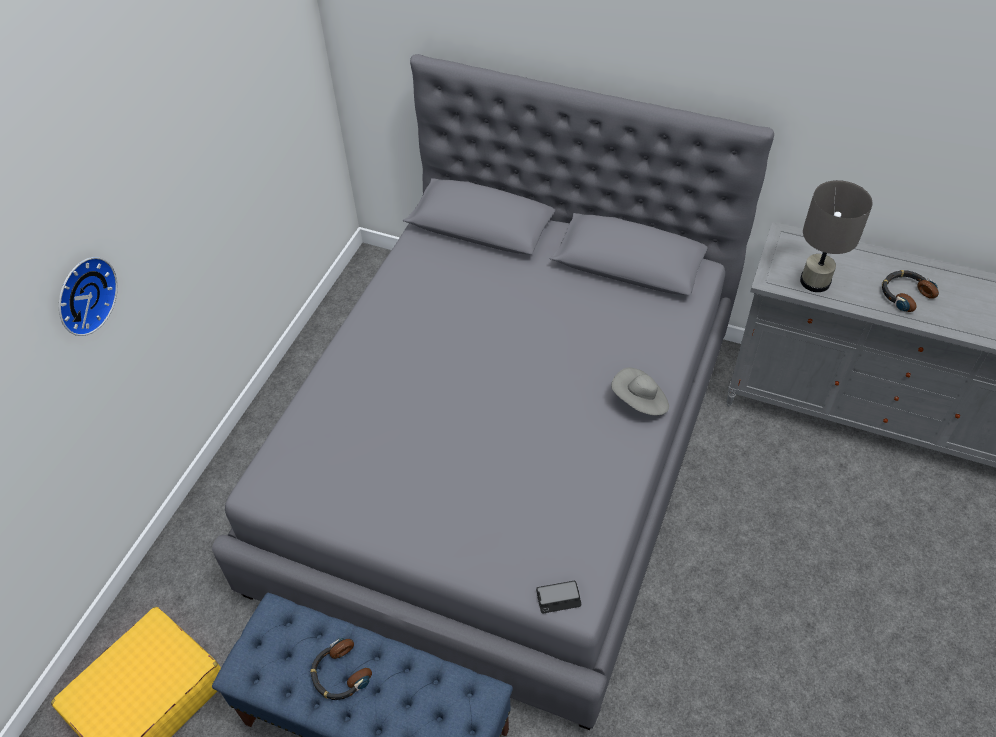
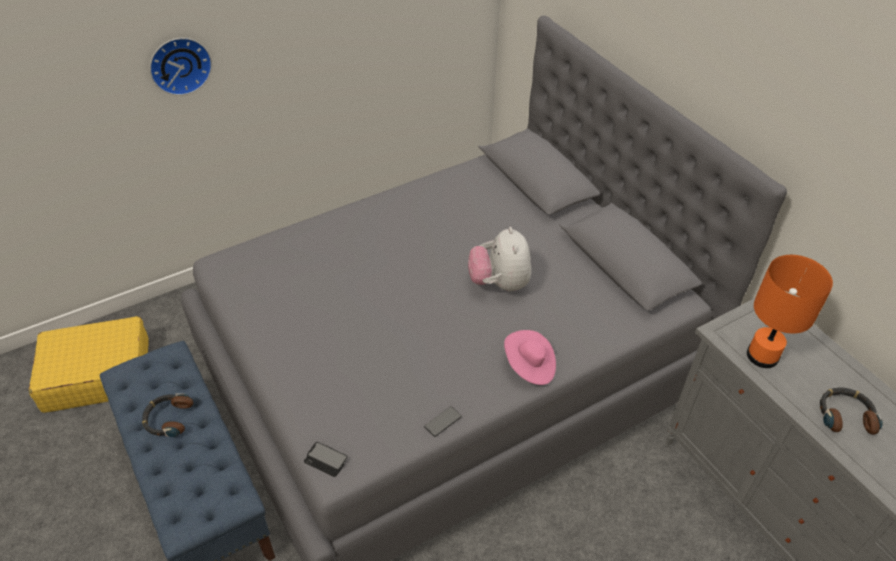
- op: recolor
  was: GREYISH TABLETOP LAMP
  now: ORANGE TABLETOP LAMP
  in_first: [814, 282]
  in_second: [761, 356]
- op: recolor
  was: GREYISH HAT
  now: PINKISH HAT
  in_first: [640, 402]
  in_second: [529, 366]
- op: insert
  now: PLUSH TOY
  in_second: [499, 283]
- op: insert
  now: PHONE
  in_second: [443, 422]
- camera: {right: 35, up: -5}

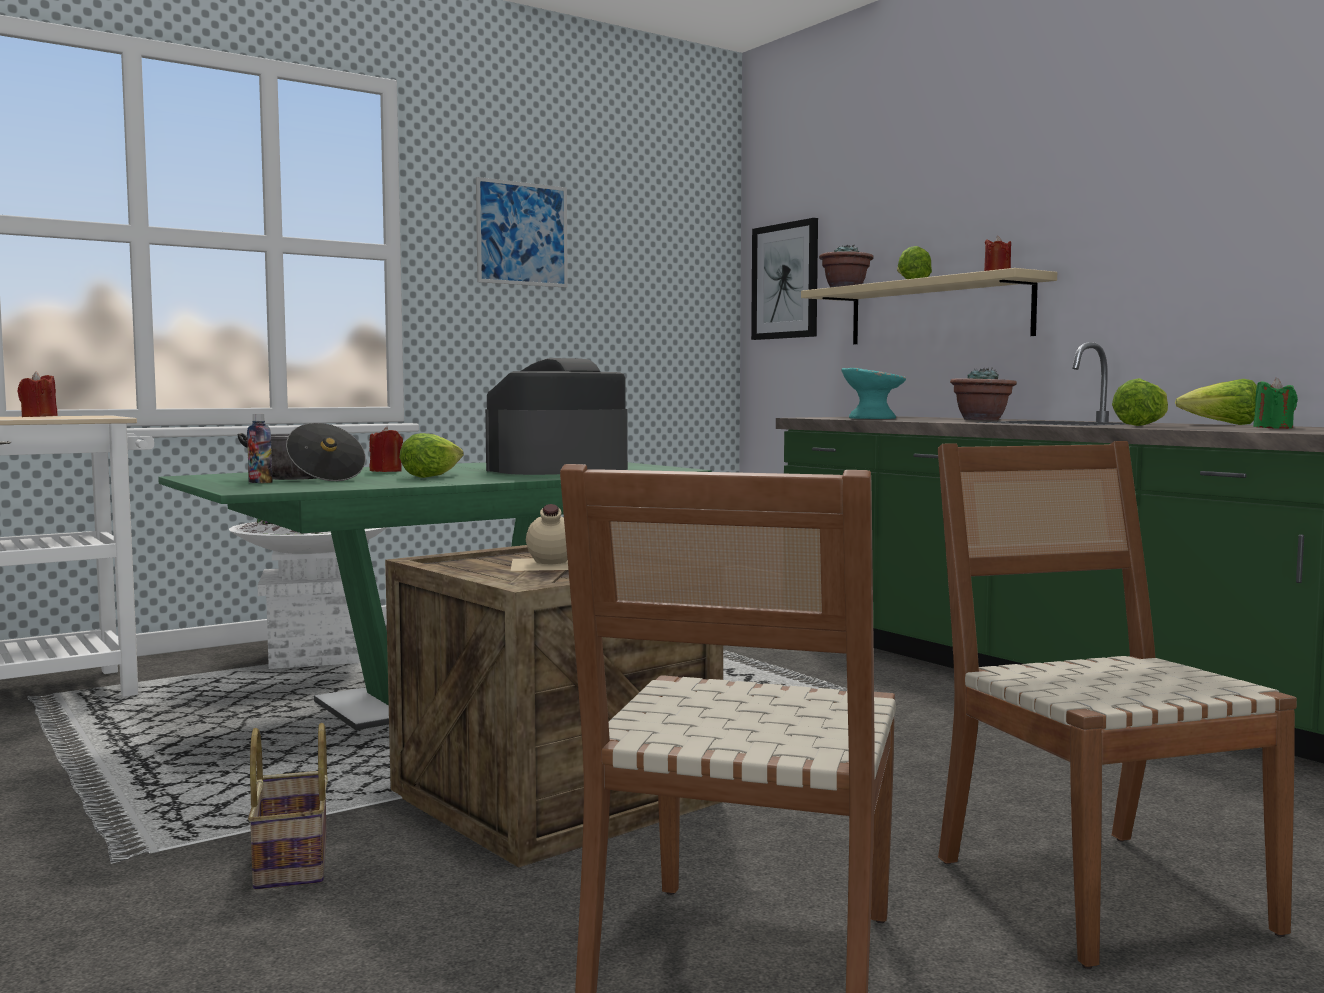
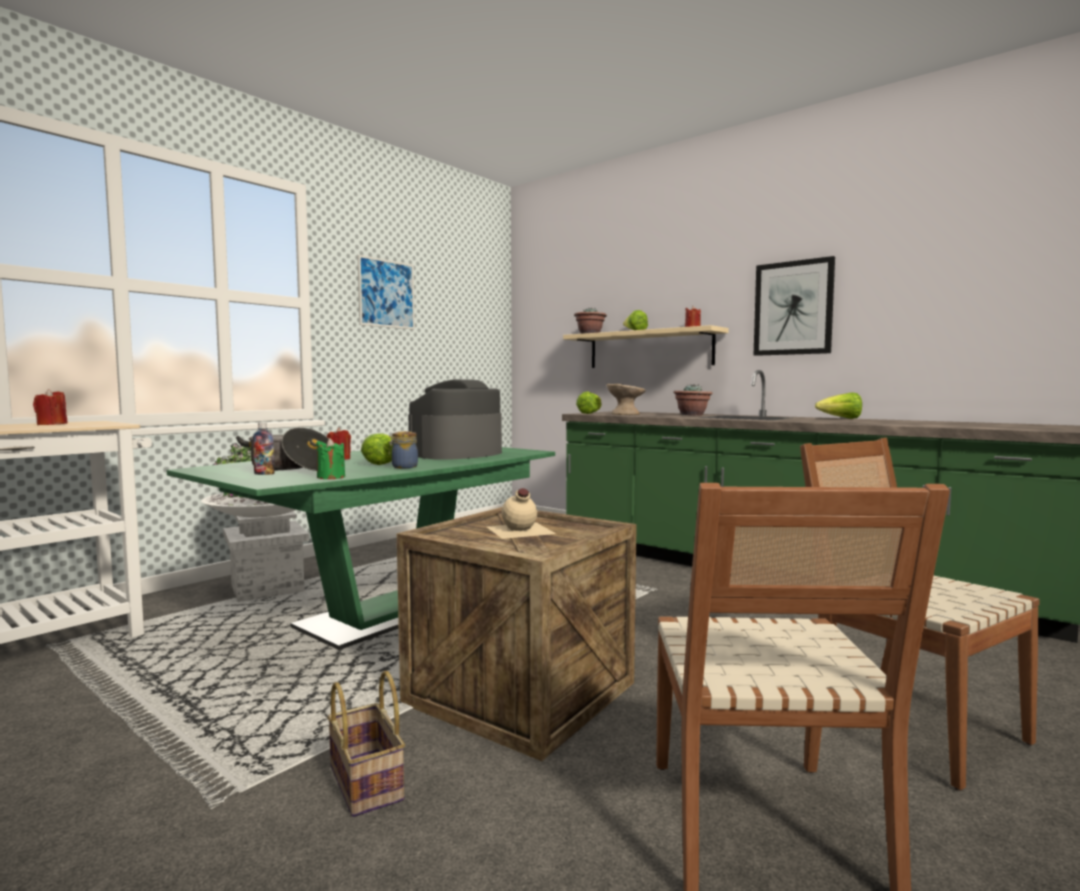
- op: move
  was: PICTURE
  in_first: [785, 281]
  in_second: [793, 308]
- op: recolor
  was: TURQUOISE SERVING BOWL
  now: SAND-COLOURED SERVING BOWL
  in_first: [872, 418]
  in_second: [625, 414]
- op: move
  was: LETTUCE HEAD
  in_first: [1142, 425]
  in_second: [590, 413]
- op: move
  was: GREEN-COLOURED WAX LIGHT
  in_first: [1273, 428]
  in_second: [331, 477]
- op: insert
  now: JAR
  in_second: [403, 467]
- camera: {right: -15, up: 0}

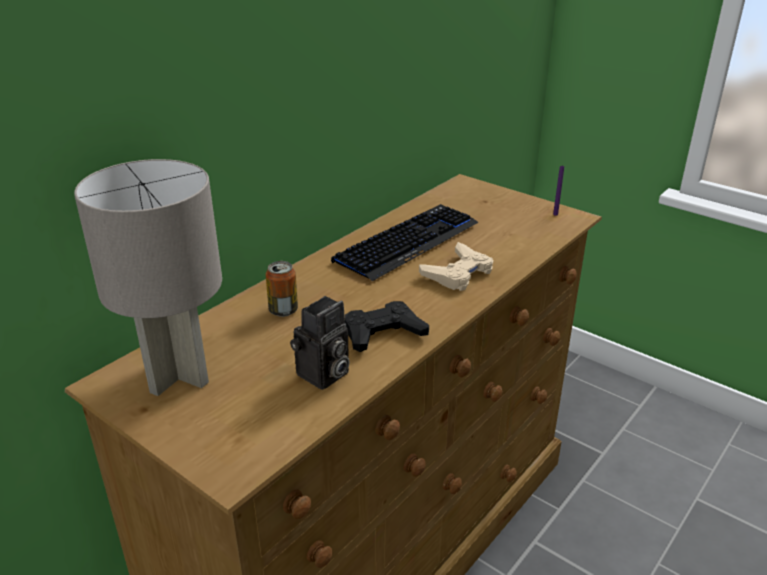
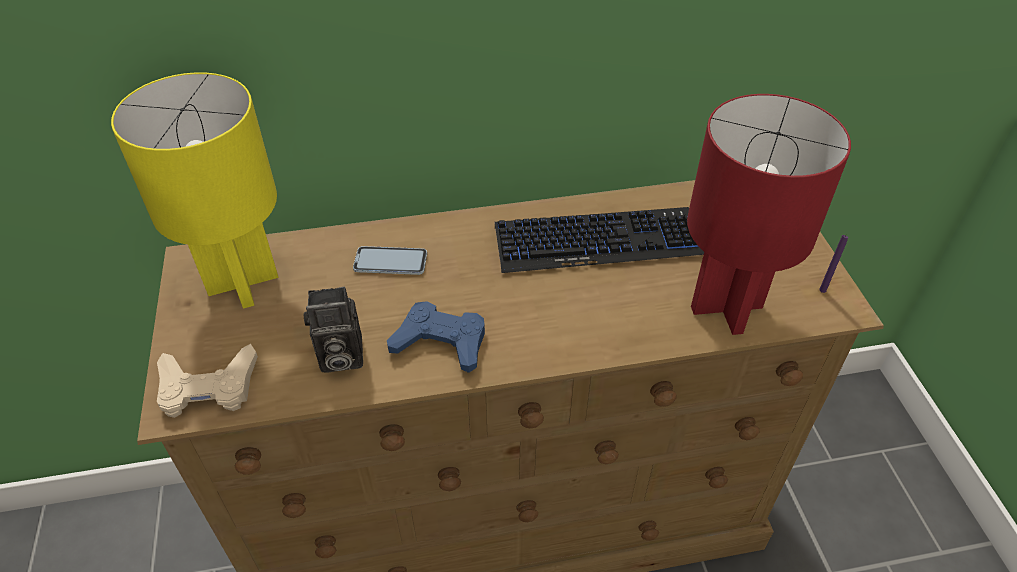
- op: recolor
  was: GREYISH TABLETOP LAMP
  now: YELLOW TABLETOP LAMP
  in_first: [176, 375]
  in_second: [241, 283]
- op: move
  was: SAND-COLOURED GAMEPAD
  in_first: [458, 273]
  in_second: [207, 387]
- op: replace
  was: CAN
  now: PHONE
  in_first: [283, 310]
  in_second: [390, 262]
- op: recolor
  was: BLACKISH GAMEPAD
  now: BLUISH GAMEPAD
  in_first: [383, 333]
  in_second: [441, 342]
- op: insert
  now: RED TABLETOP LAMP
  in_second: [725, 308]
- camera: {right: 40, up: 15}

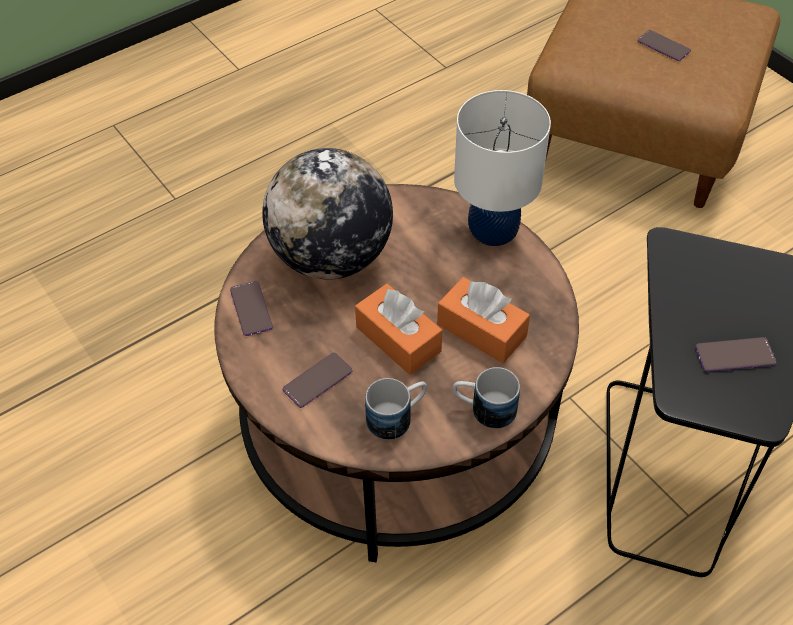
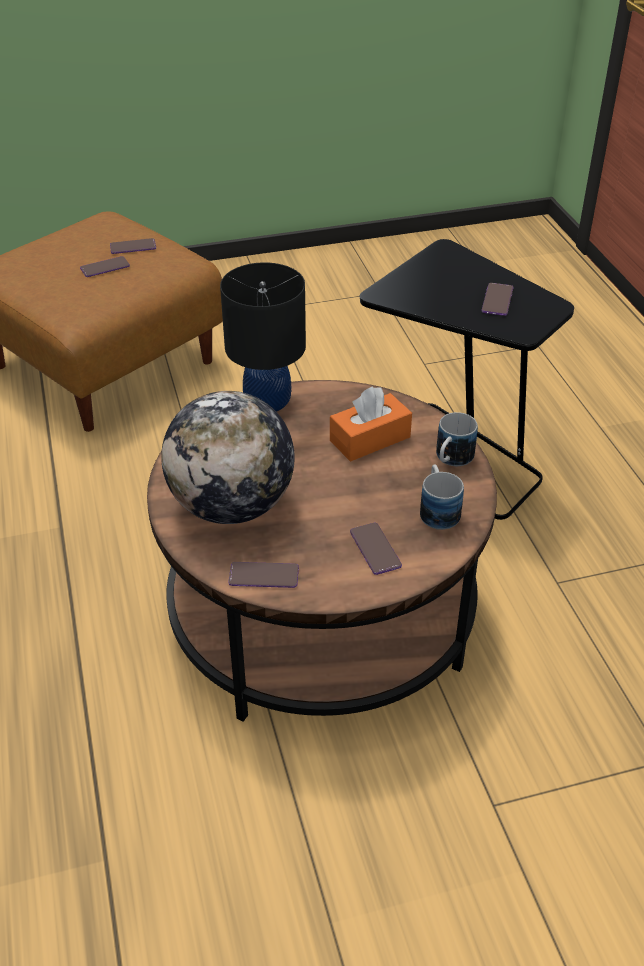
- op: recolor
  was: WHITE TABLETOP LAMP
  now: BLACKISH TABLETOP LAMP
  in_first: [493, 235]
  in_second: [270, 404]
- op: delete
  was: ORANGE BOX OF TISSUES
  in_first: [398, 339]
- op: insert
  now: PHONE
  in_second: [133, 247]
- camera: {right: -70, up: -10}

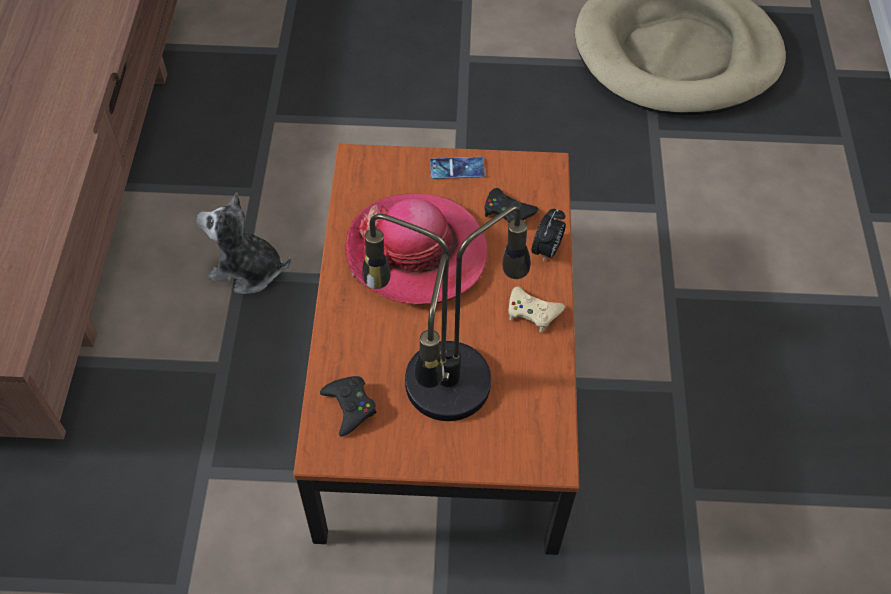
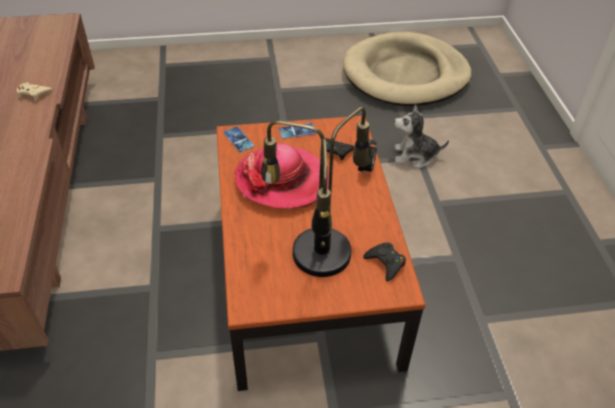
- op: move
  was: PLUSH TOY
  in_first: [247, 270]
  in_second: [415, 156]
- op: move
  was: SAND-COLOURED GAMEPAD
  in_first: [532, 312]
  in_second: [33, 93]
- op: move
  was: BLACKISH GAMEPAD
  in_first: [350, 406]
  in_second: [385, 263]
- op: insert
  now: PHONE
  in_second: [238, 139]
- camera: {right: -10, up: -10}

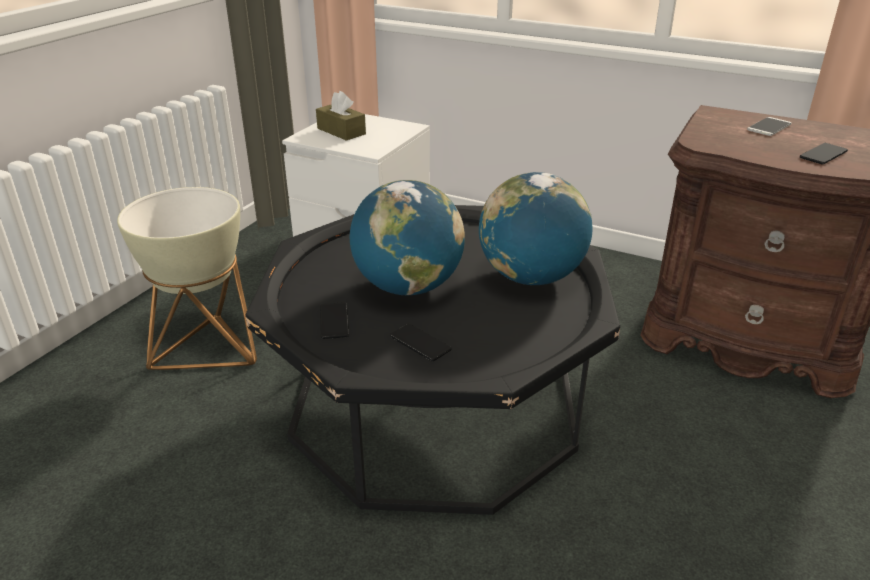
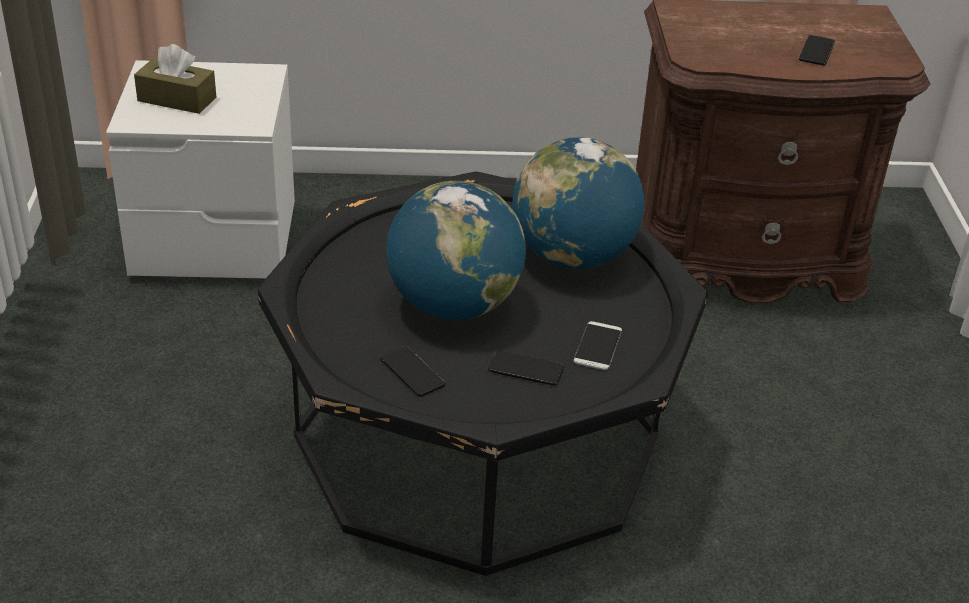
- op: move
  was: PHONE
  in_first: [769, 127]
  in_second: [598, 346]
- op: delete
  was: PLANTER
  in_first: [208, 348]
- camera: {right: -30, up: 5}

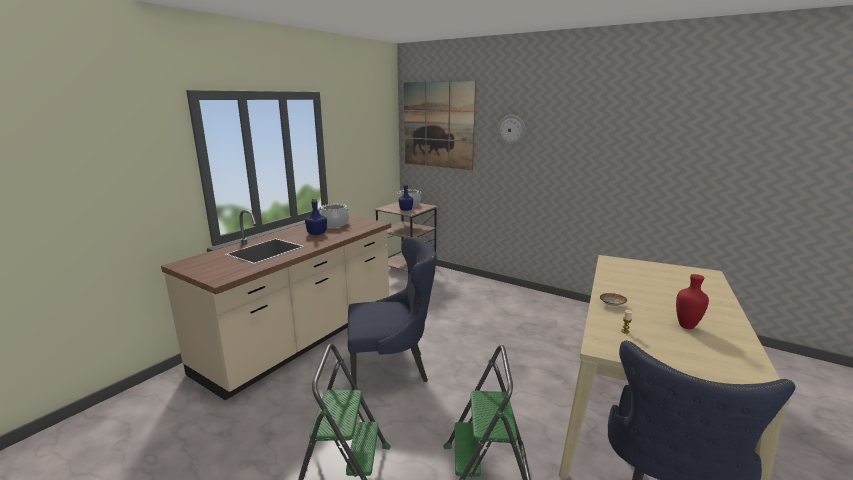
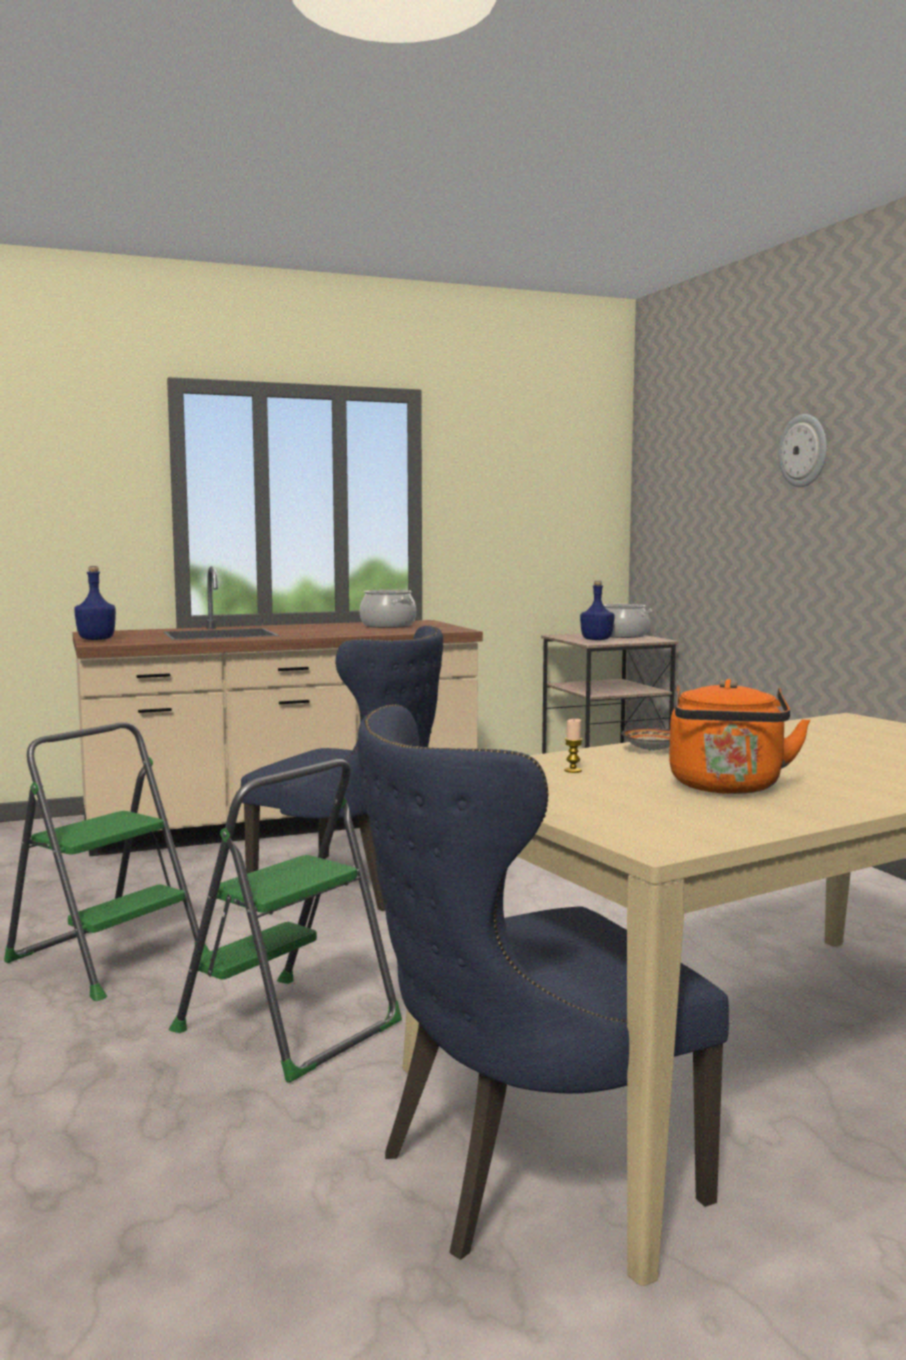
- op: delete
  was: PICTURE
  in_first: [438, 125]
- op: move
  was: BLUISH DRINK BOTTLE
  in_first: [317, 233]
  in_second: [96, 639]
- op: replace
  was: RED FLOWER VASE
  now: ORANGE KETTLE
  in_first: [686, 327]
  in_second: [727, 788]
- camera: {right: 35, up: -10}

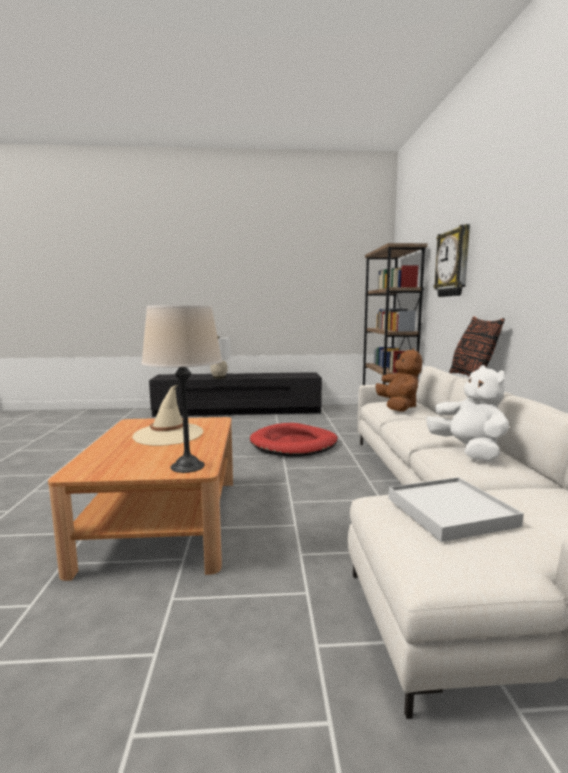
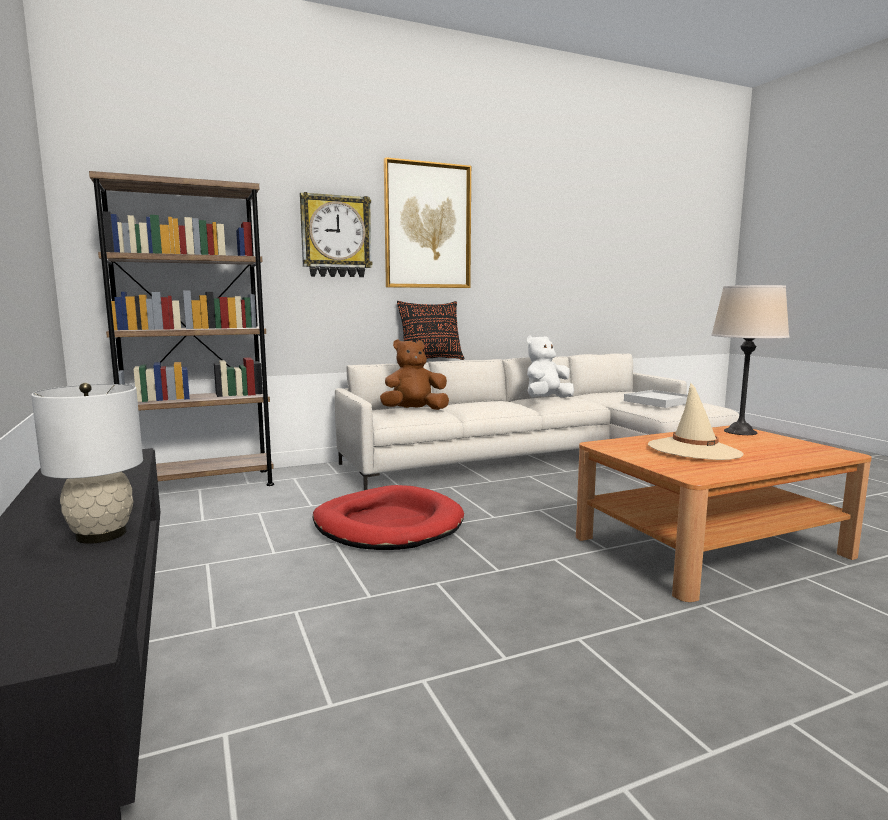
- op: insert
  now: PICTURE
  in_second: [427, 226]
- camera: {right: -110, up: 0}

